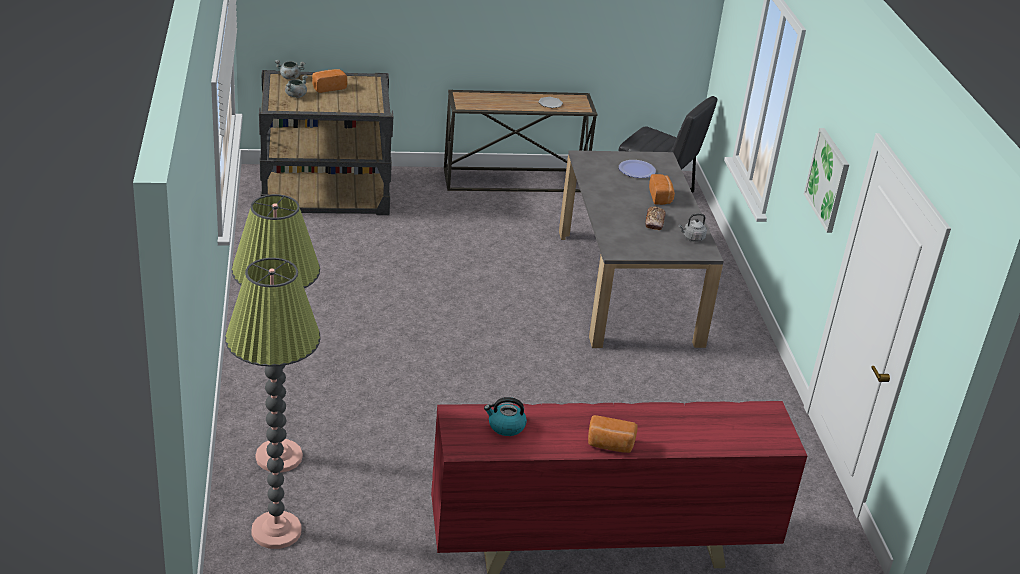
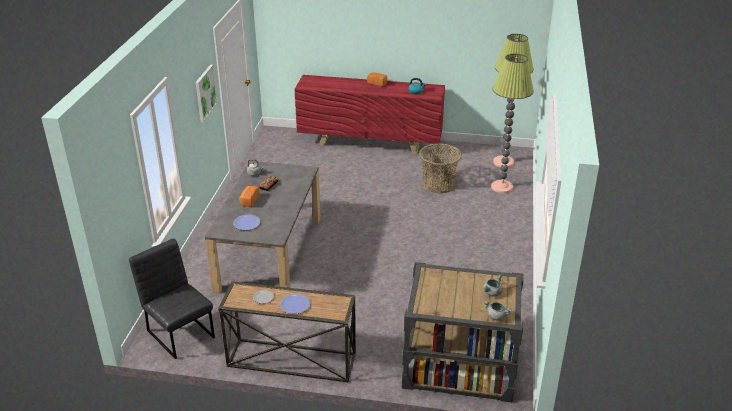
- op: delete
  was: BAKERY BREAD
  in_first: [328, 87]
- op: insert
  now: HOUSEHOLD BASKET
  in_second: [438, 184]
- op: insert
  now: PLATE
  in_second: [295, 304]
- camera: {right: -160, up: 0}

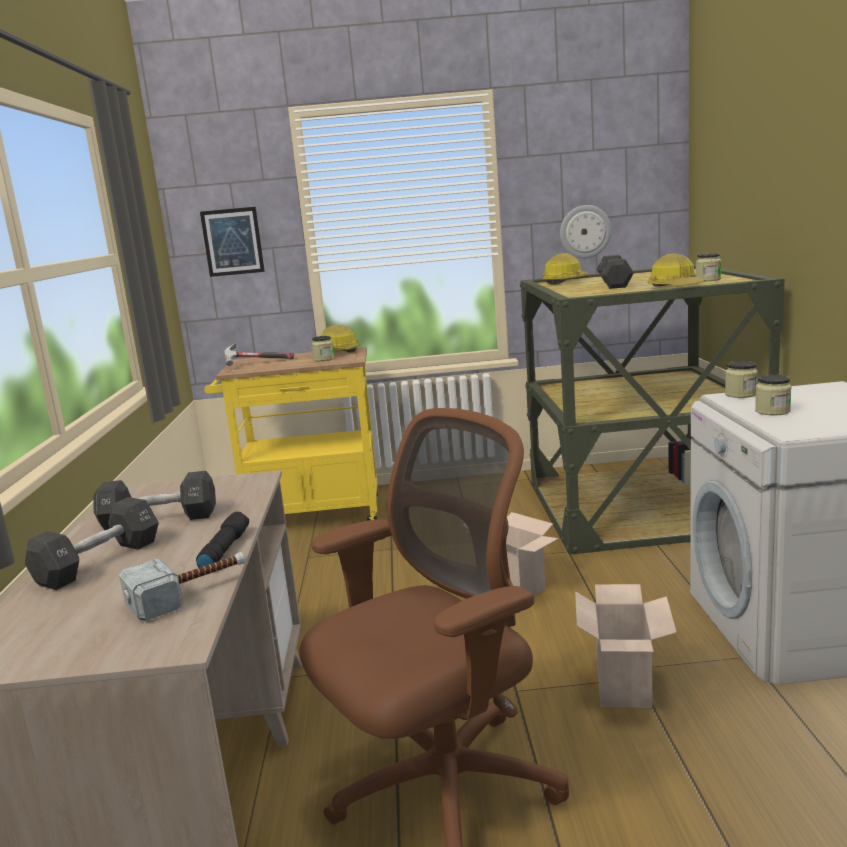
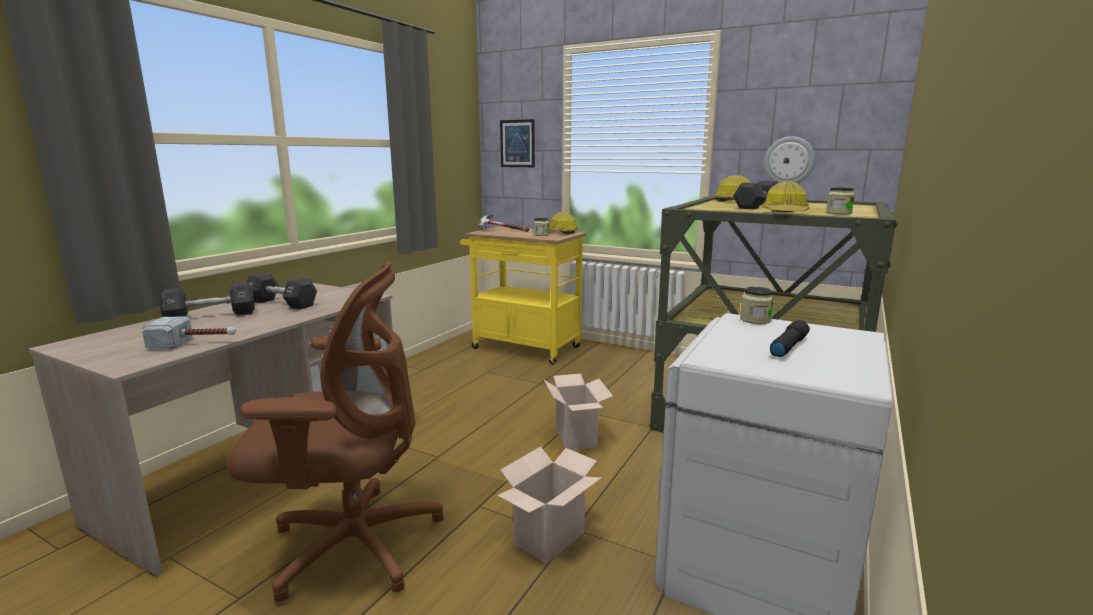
- op: delete
  was: JAR
  in_first: [772, 411]
- op: move
  was: BLACKISH HAND TORCH
  in_first: [224, 550]
  in_second: [788, 346]
- camera: {right: 30, up: 0}

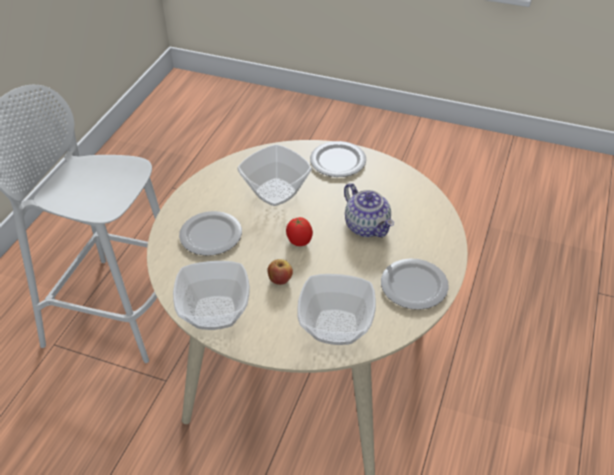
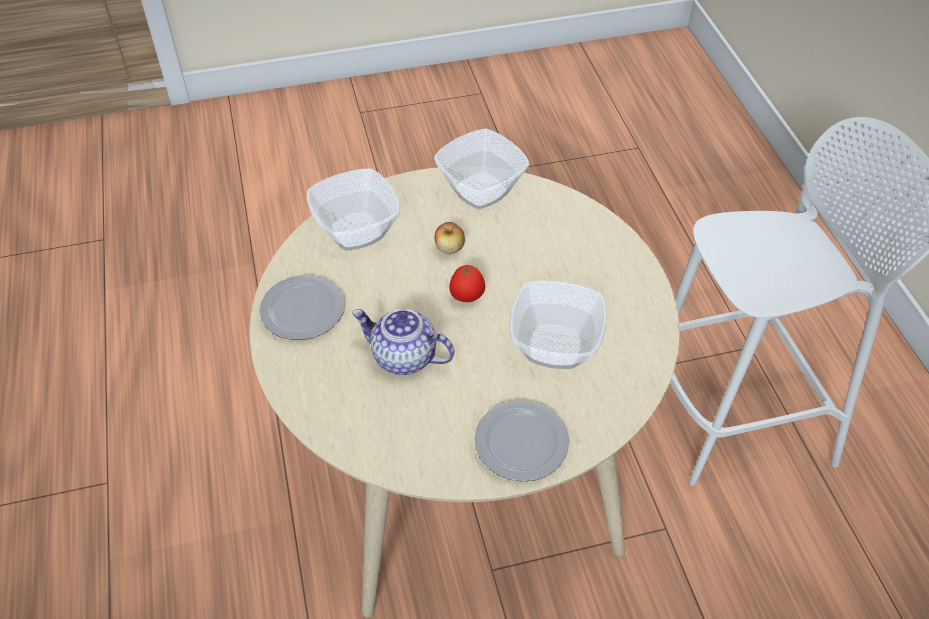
- op: delete
  was: PLATE
  in_first: [210, 236]
- camera: {right: 145, up: 5}

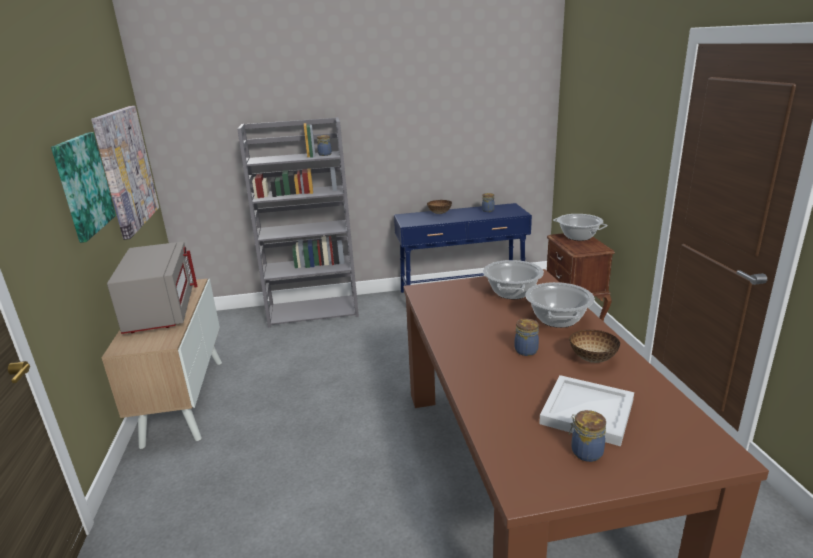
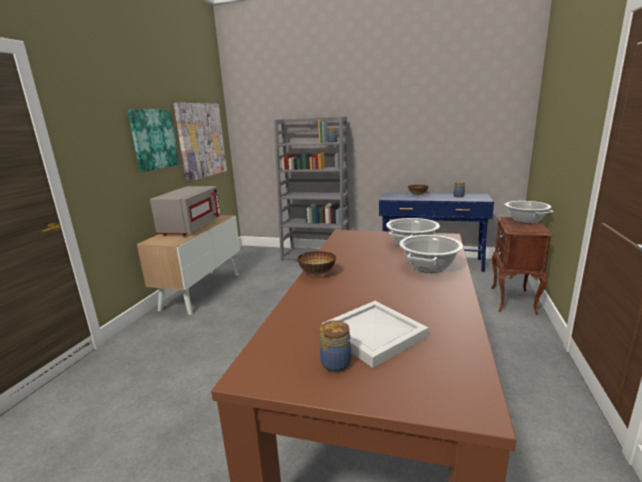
- op: delete
  was: JAR
  in_first: [526, 350]
- op: move
  was: SERVING BOWL
  in_first: [593, 358]
  in_second: [318, 273]
- camera: {right: 25, up: -5}

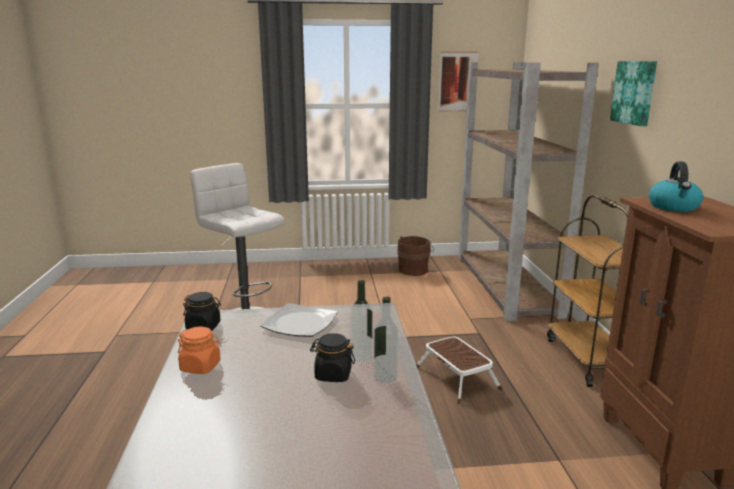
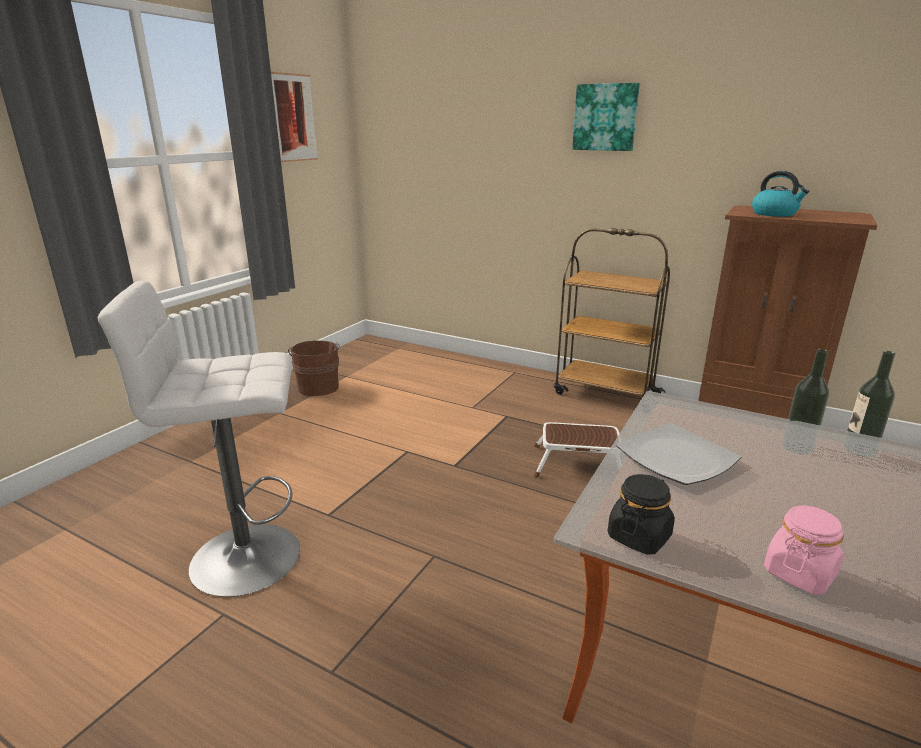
- op: delete
  was: BROWN-COLOURED SHELVING UNIT
  in_first: [505, 284]
- op: recolor
  was: ORANGE JAR
  now: PINKISH JAR
  in_first: [201, 367]
  in_second: [799, 573]
- op: delete
  was: BLACKISH JAR
  in_first: [333, 375]
- camera: {right: -55, up: 5}

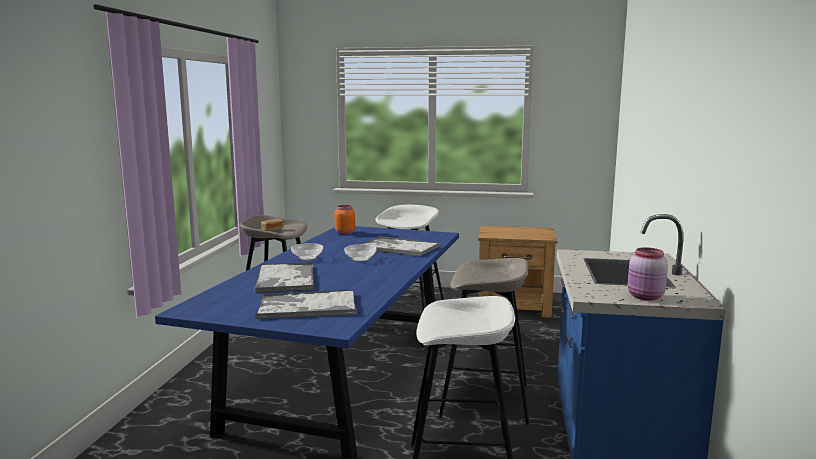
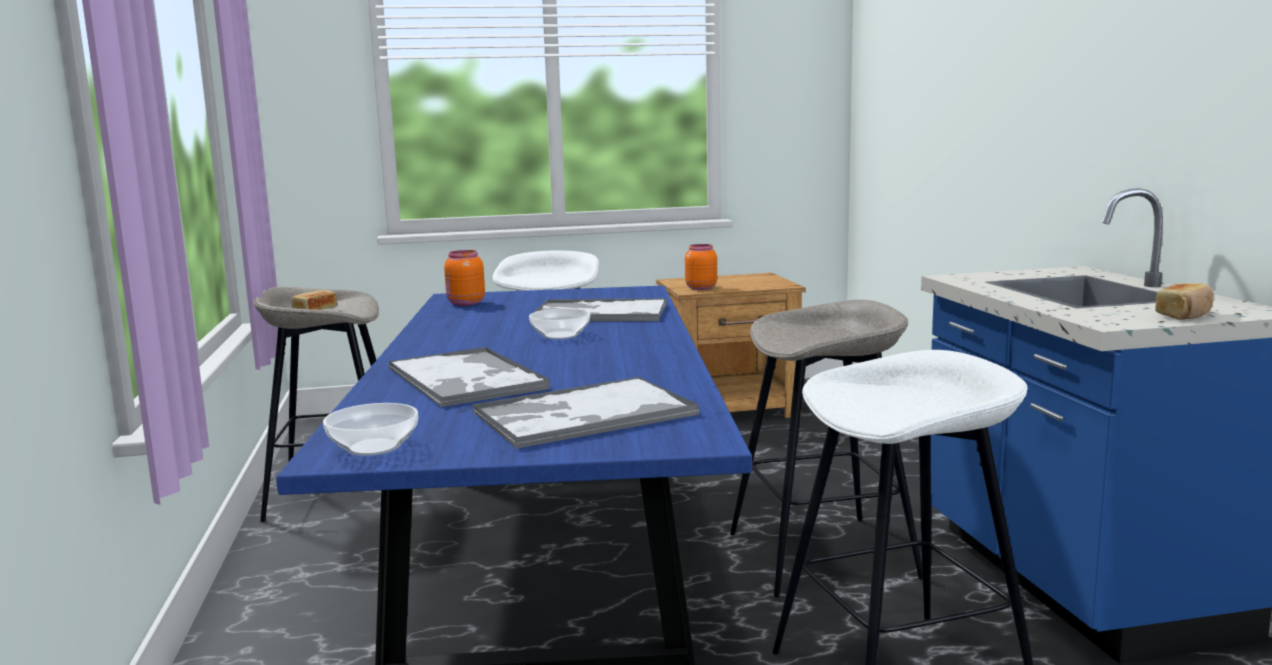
- op: move
  was: SERVING BOWL
  in_first: [307, 258]
  in_second: [372, 448]
- op: replace
  was: PINKISH JAR
  now: BAKERY BREAD
  in_first: [645, 297]
  in_second: [1185, 315]
- op: insert
  now: ORANGE JAR
  in_second: [700, 288]
- camera: {right: -20, up: 0}

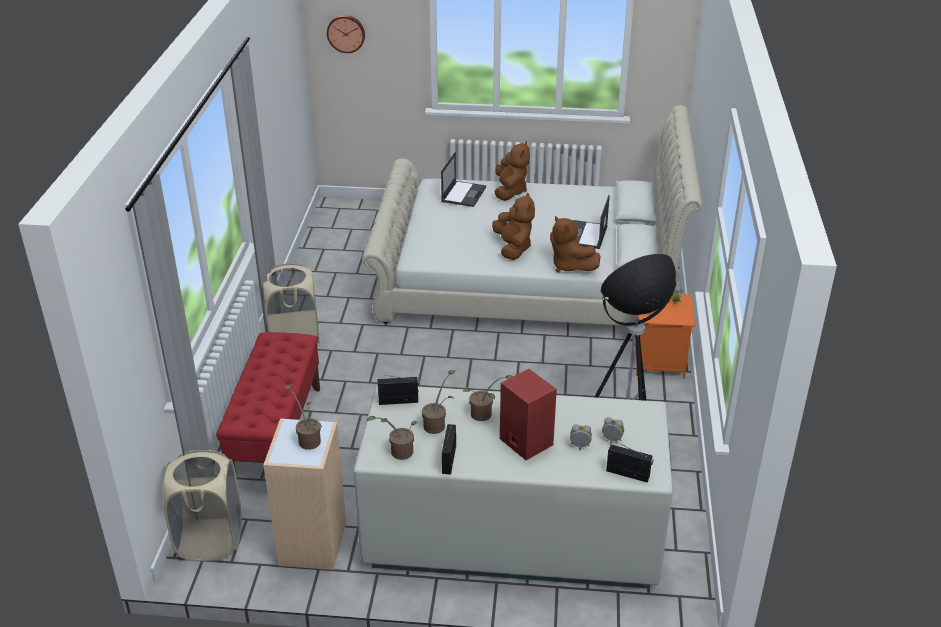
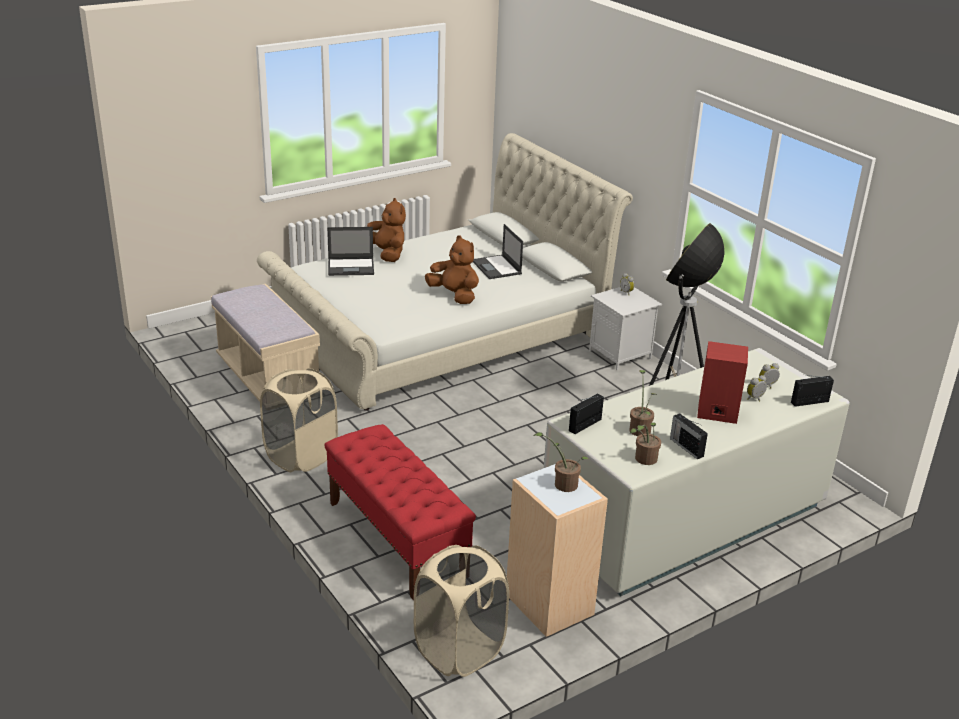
- op: delete
  was: CLOCK ON THE WALL
  in_first: [346, 33]
- op: rotate
  was: PORTABLE COMPUTER
  in_first: [463, 194]
  in_second: [351, 267]
  clockwise: 105
- op: delete
  was: BROWN-COLOURED PLUSH TOY
  in_first: [569, 266]
- op: recolor
  was: ORANGE BEDSIDE TABLE
  now: GREYISH BEDSIDE TABLE
  in_first: [660, 363]
  in_second: [621, 355]
- op: delete
  was: PLANT IN A POT
  in_first: [484, 415]
- op: insert
  now: SAND-COLOURED LONG SEAT
  in_second: [268, 378]
- camera: {right: -40, up: -5}

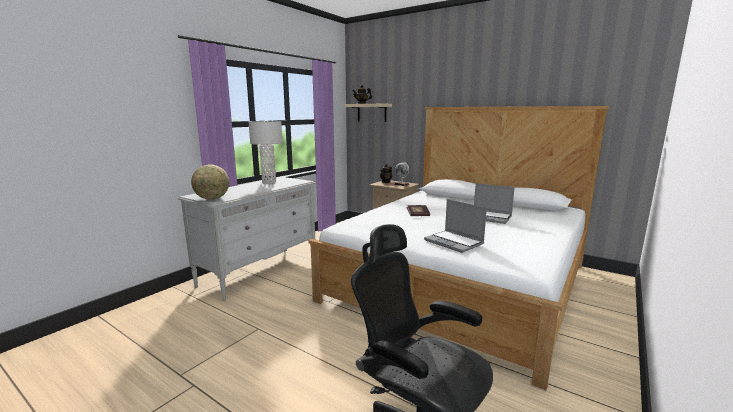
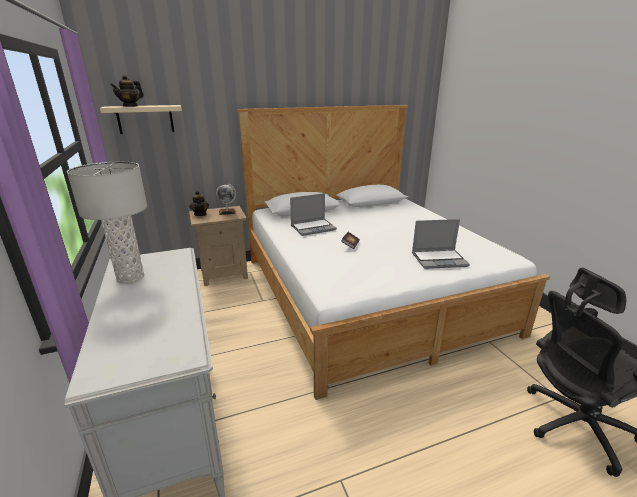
- op: delete
  was: WORLD GLOBE
  in_first: [212, 199]
- op: move
  was: PORTABLE COMPUTER
  in_first: [489, 217]
  in_second: [313, 228]
- camera: {right: -55, up: 10}

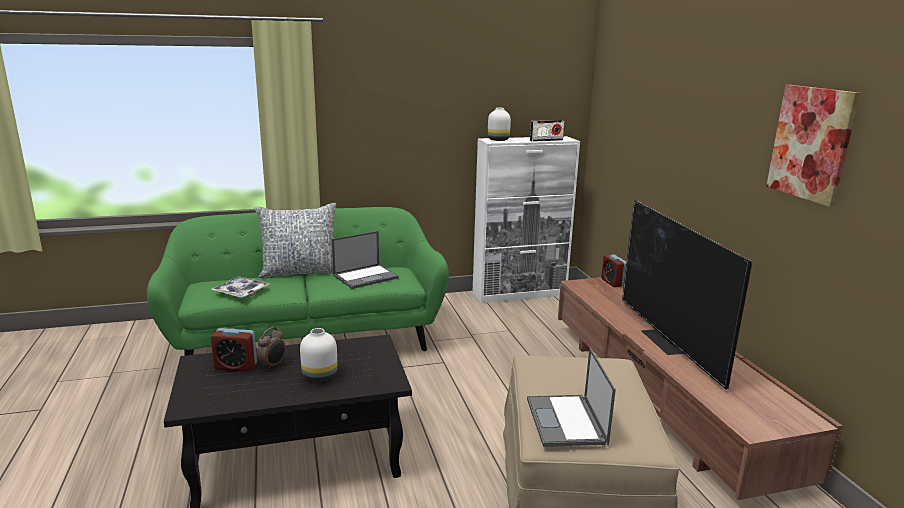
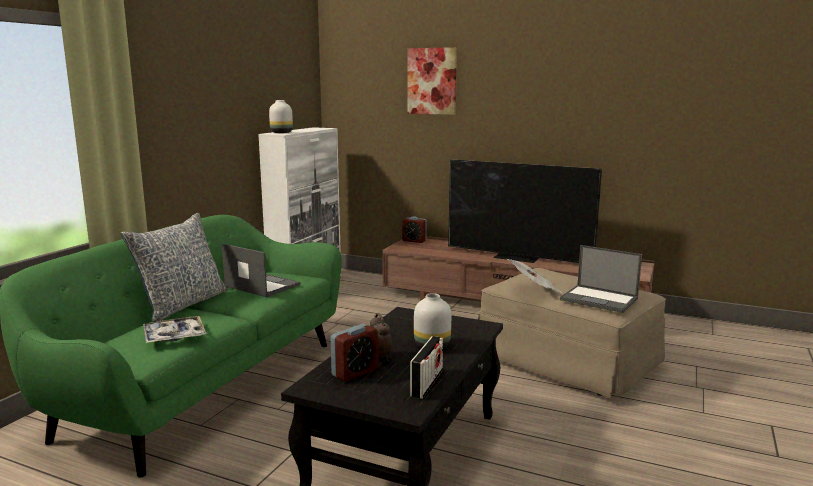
- op: move
  was: PICTURE
  in_first: [811, 143]
  in_second: [432, 81]
- op: move
  was: RADIO SET
  in_first: [546, 140]
  in_second: [426, 383]
- op: rotate
  was: PORTABLE COMPUTER
  in_first: [366, 276]
  in_second: [261, 285]
  clockwise: -60
- op: insert
  now: NEWSPAPER
  in_second: [534, 289]
- camera: {right: -50, up: -5}

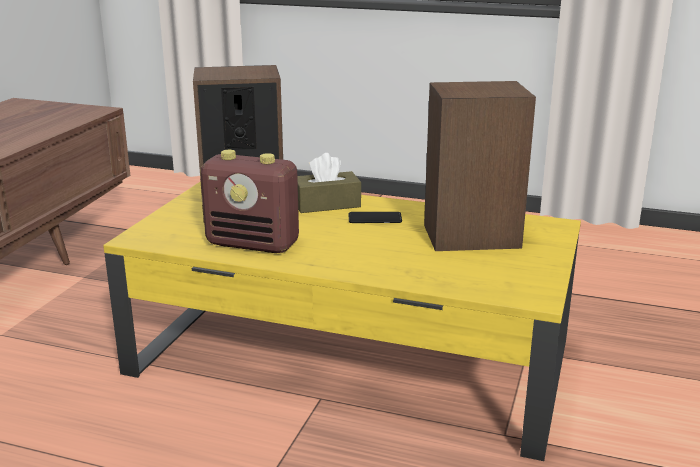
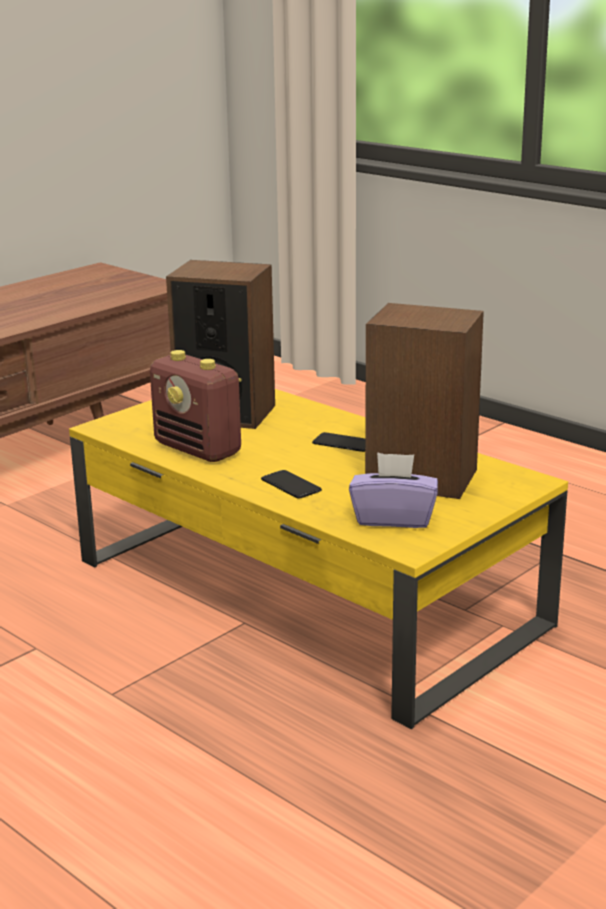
- op: delete
  was: BROWN-COLOURED BOX OF TISSUES
  in_first: [327, 204]
- op: insert
  now: PURPLE BOX OF TISSUES
  in_second: [393, 518]
- op: insert
  now: PHONE
  in_second: [291, 485]
- camera: {right: 25, up: 0}

